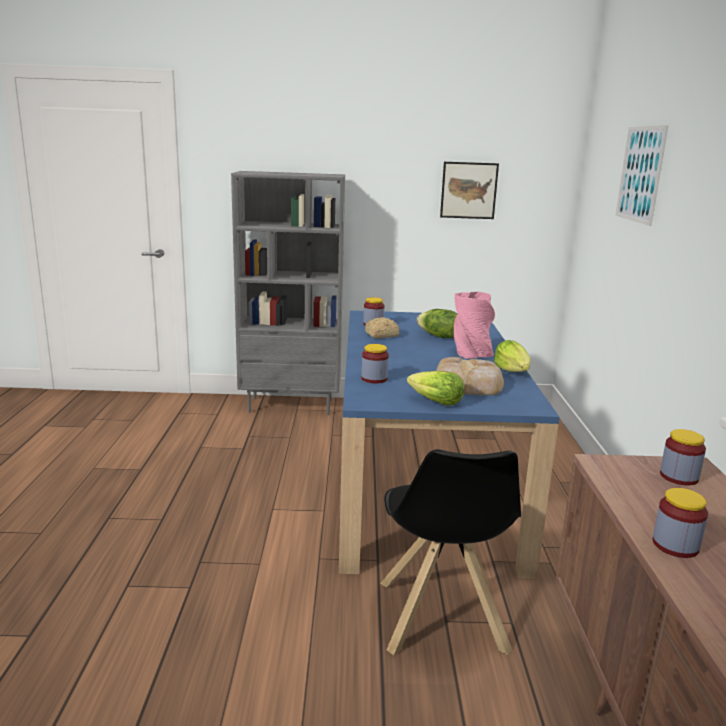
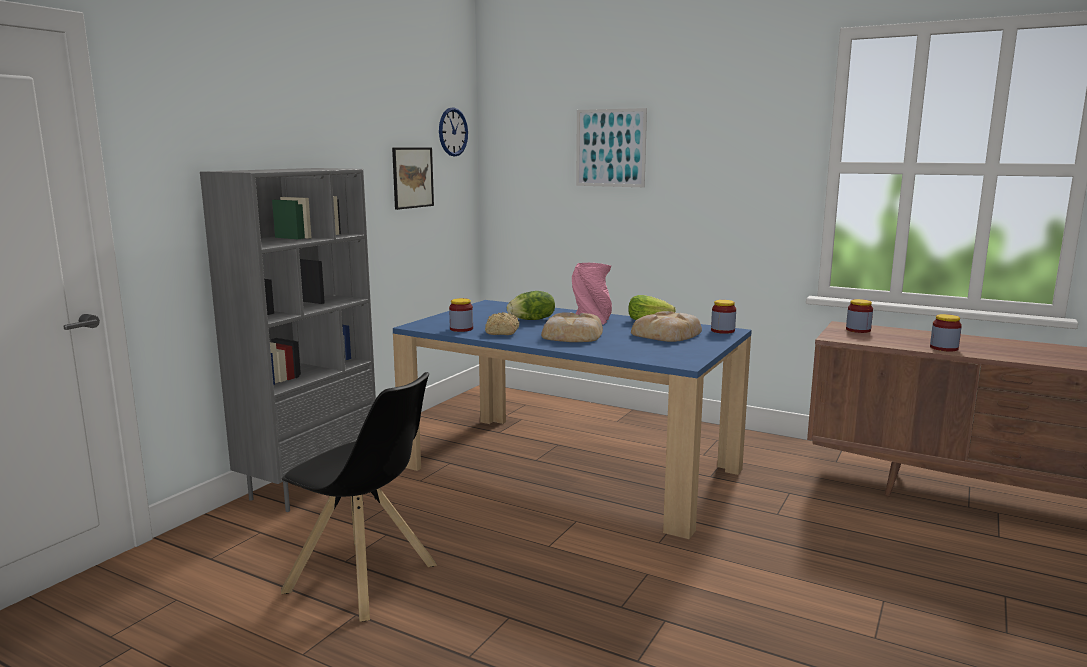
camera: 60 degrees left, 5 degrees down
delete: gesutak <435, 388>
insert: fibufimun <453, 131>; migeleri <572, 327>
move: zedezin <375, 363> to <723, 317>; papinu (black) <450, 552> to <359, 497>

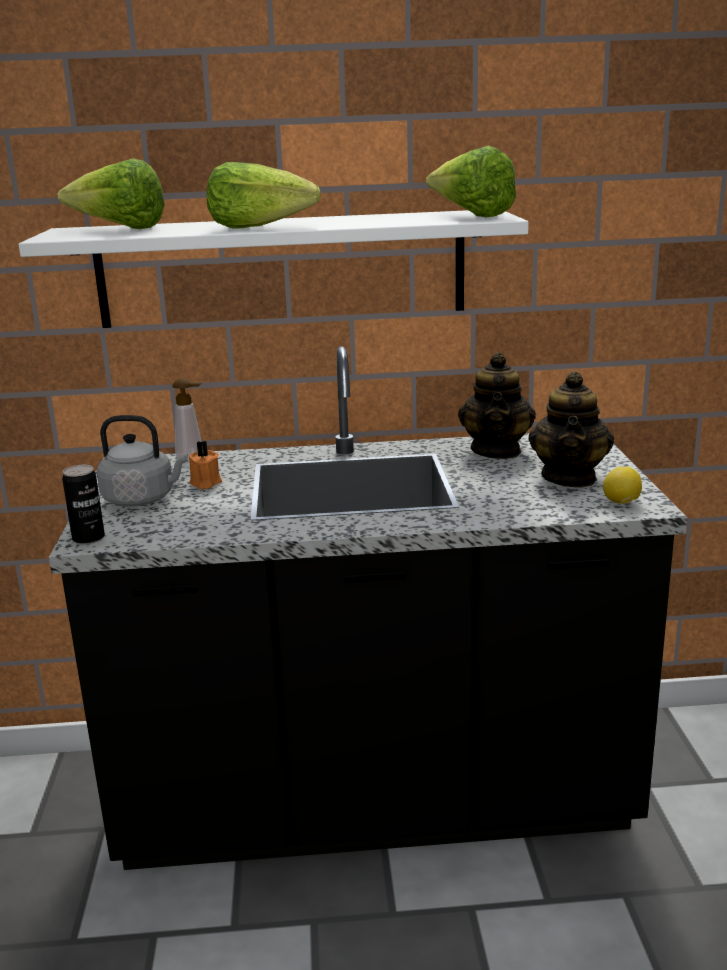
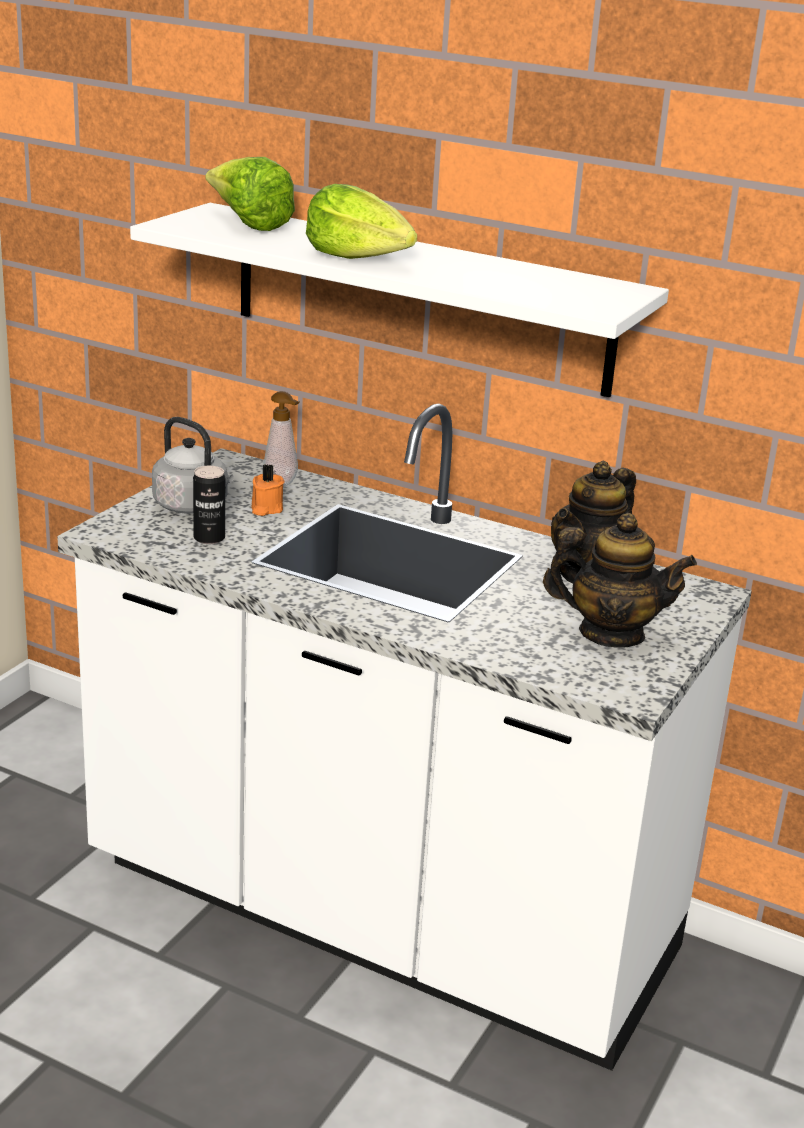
camera: 30 degrees right, 5 degrees up
delete: gesutak <471, 181>; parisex <622, 485>
move: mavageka <83, 504> to <209, 505>
recolor: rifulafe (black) <368, 608> to rifulafe (white) <404, 737>
rotate: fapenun <571, 429> = <620, 580> 120 degrees counterclockwise

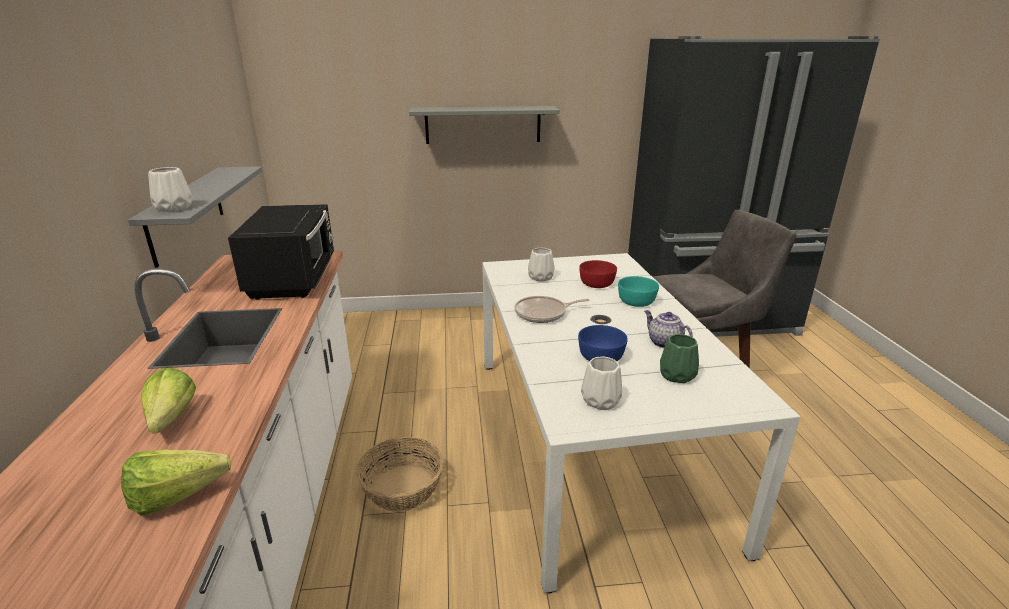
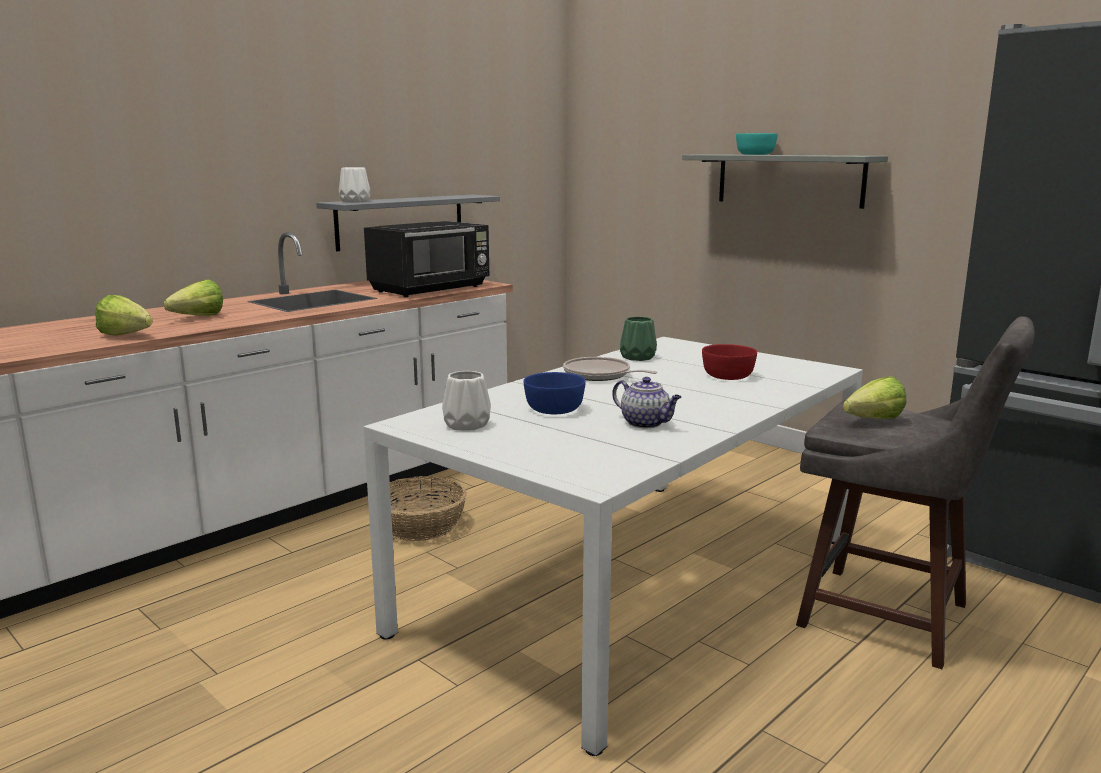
camera: 50 degrees right, 10 degrees down
delete: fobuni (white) <541, 264>
insert: gesutak <874, 397>
move: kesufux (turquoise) <638, 291> to <757, 144>; fobuni (green) <679, 358> to <638, 339>
rotate: fapenun <668, 329> = <646, 402> 120 degrees clockwise

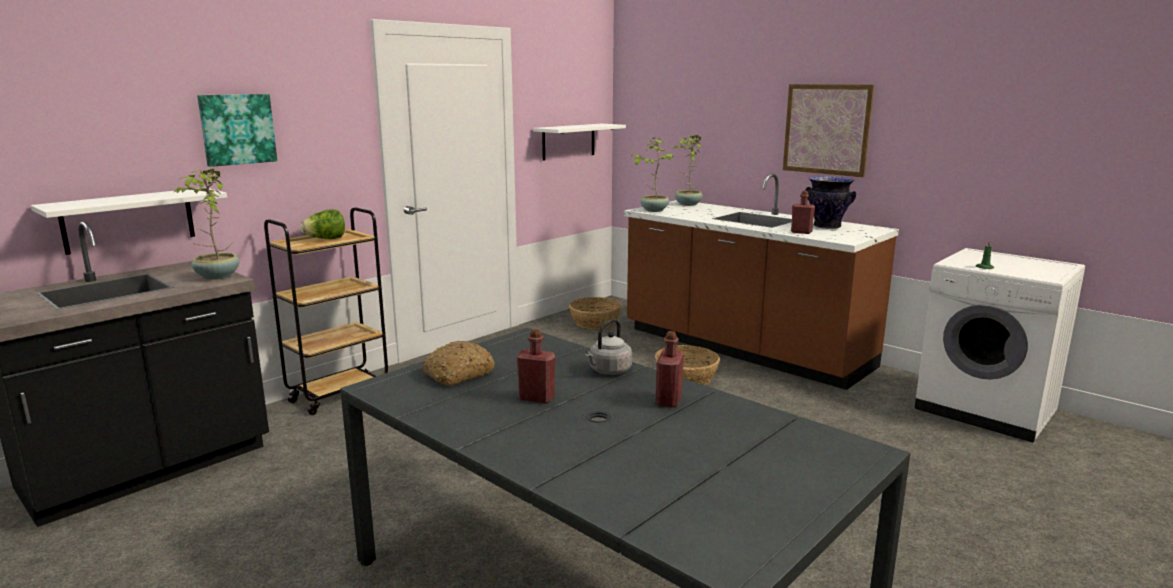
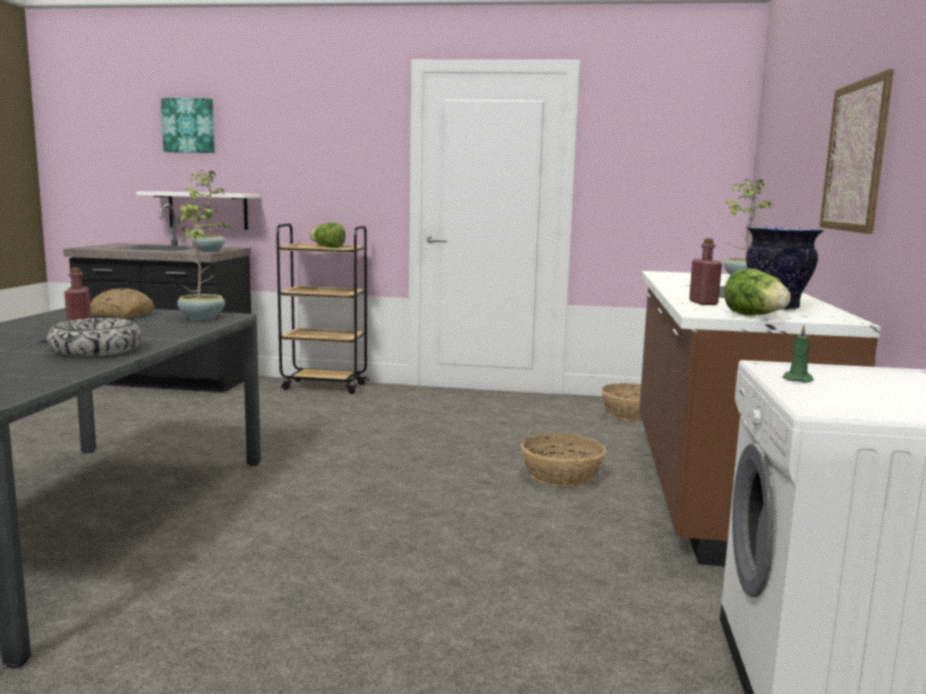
camera: 55 degrees right, 5 degrees down
delete: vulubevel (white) <579, 142>; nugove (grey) <608, 347>
insert: gesutak <757, 291>
move: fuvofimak <237, 130> to <188, 125>; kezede <652, 175> to <204, 262>
replace: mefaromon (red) <670, 369> to kesufux <94, 337>

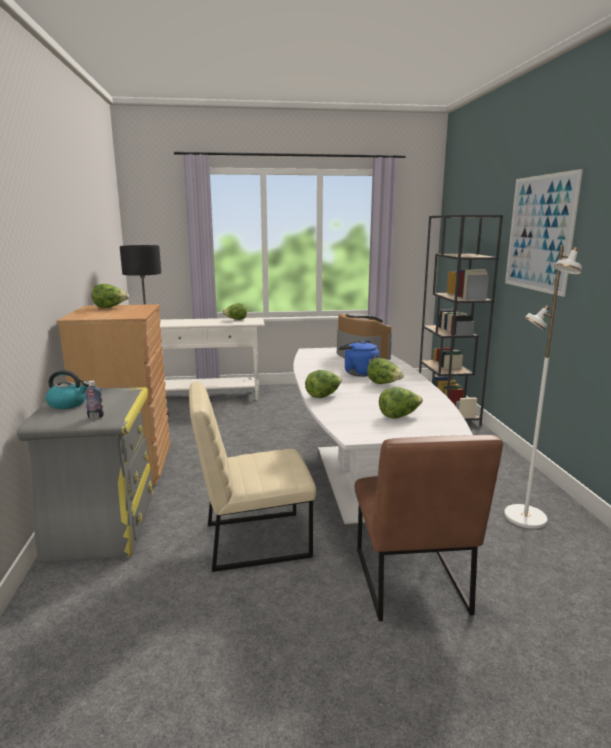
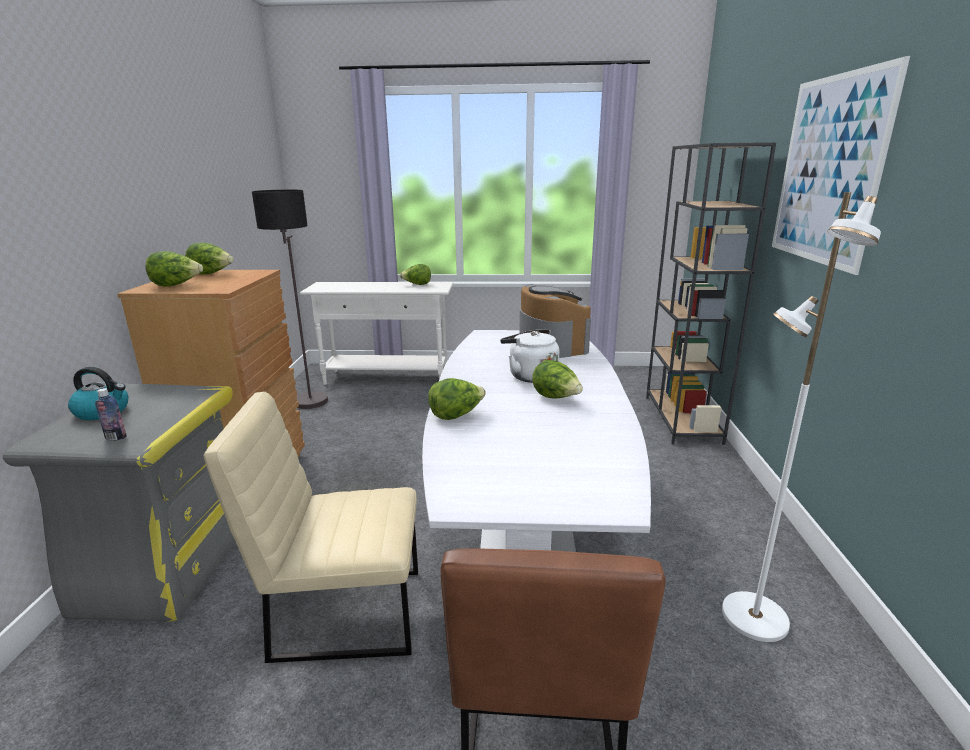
camera: 10 degrees right, 5 degrees up
move: gesutak <401, 403> to <174, 269>
recolor: nugove (blue) <359, 358> to nugove (white) <529, 356>

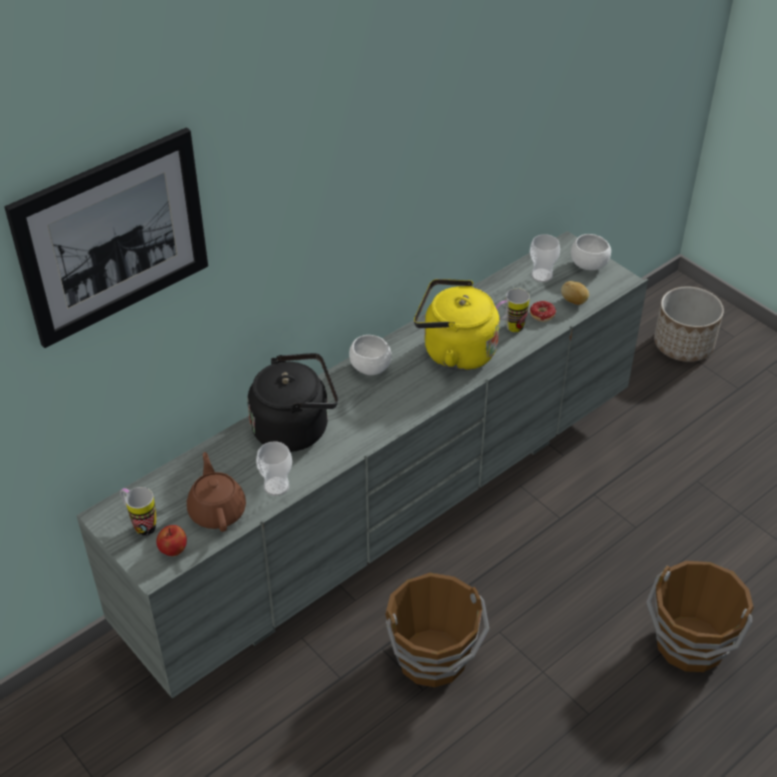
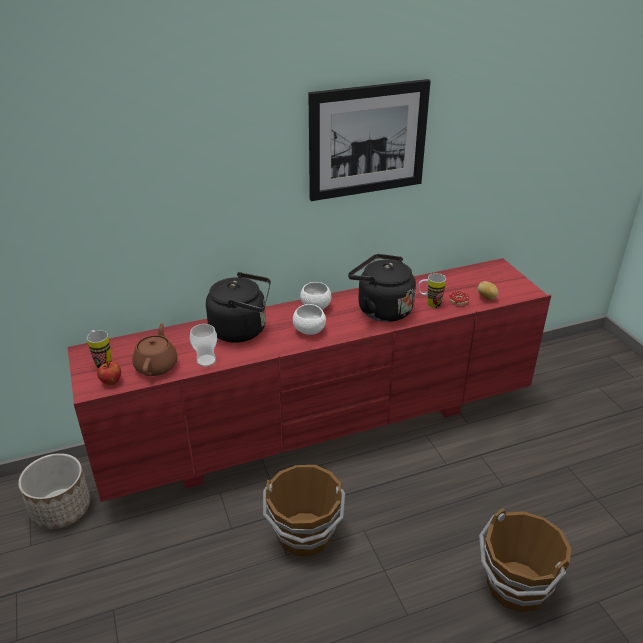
camera: 20 degrees right, 10 degrees down
delete: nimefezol <545, 258>
move: fuvofimak <106, 237> to <370, 140>; kesufux (white) <591, 252> to <309, 319>; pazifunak <689, 324> to <54, 491>
recolor: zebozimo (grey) <362, 464> to zebozimo (red) <309, 380>; nugove (yellow) <457, 325> to nugove (black) <382, 288>

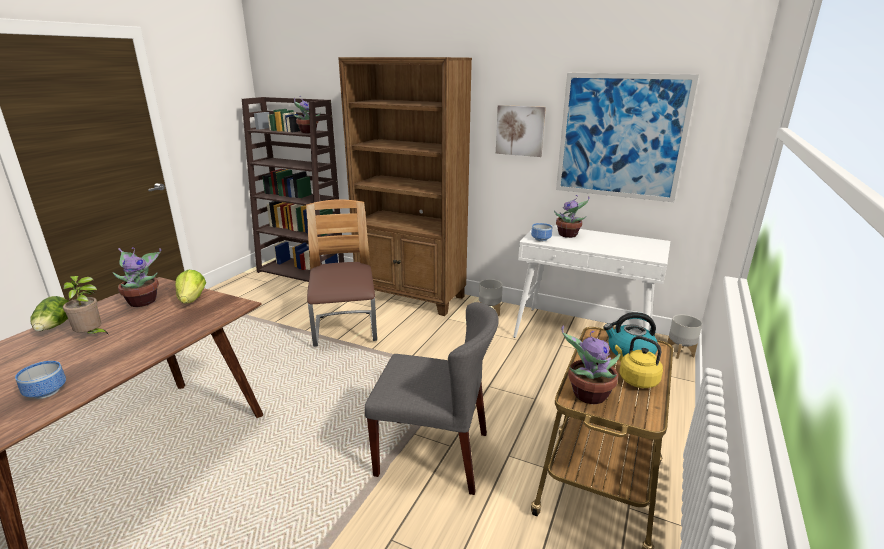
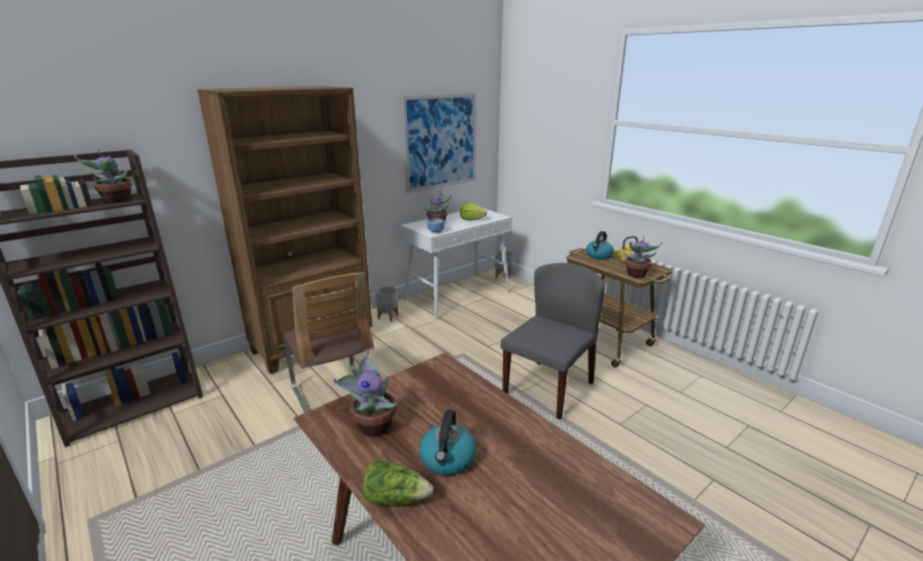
camera: 65 degrees left, 0 degrees up
delete: kesufux <40, 380>; fuvofimak <521, 131>
move: gesutak <190, 287> to <473, 212>
replace: kezede <86, 305> to nugove <447, 443>
rotate: papinu <341, 273> = <328, 342> 135 degrees counterclockwise

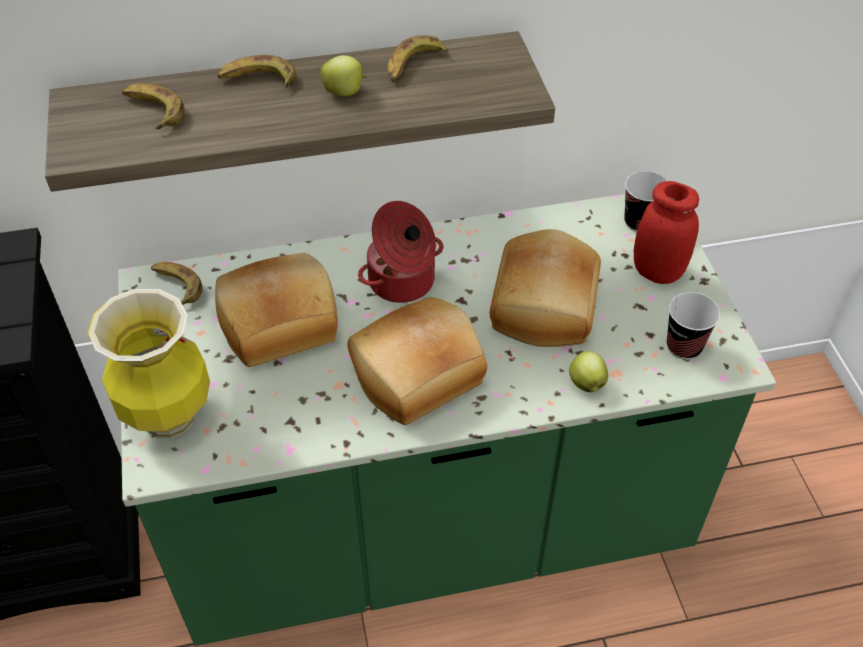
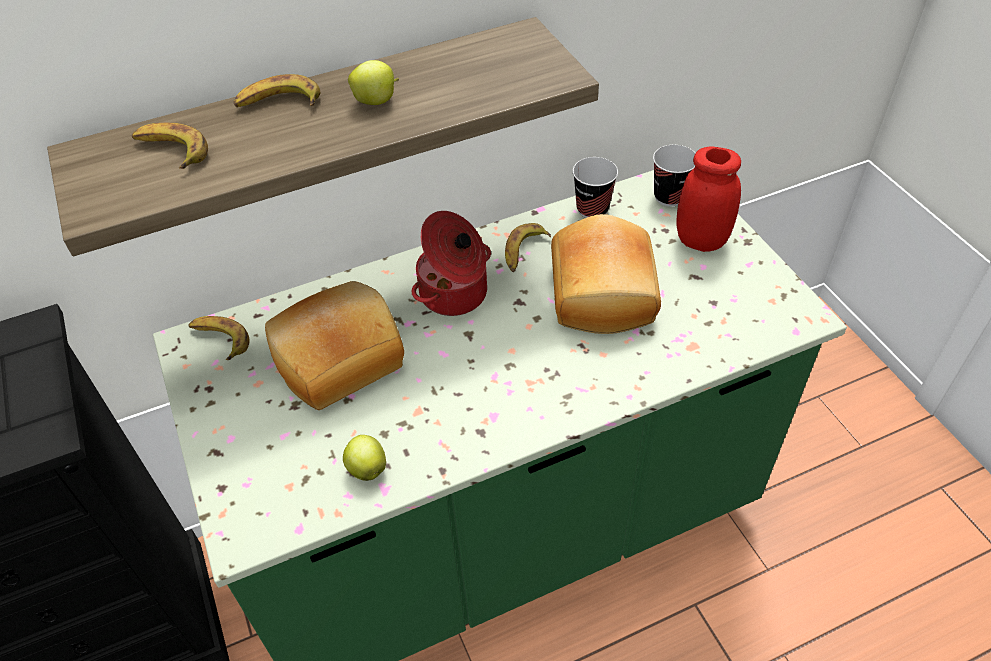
camera: 10 degrees left, 0 degrees up
delete: fobuni <149, 363>; migeleri <417, 361>
move: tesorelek <418, 58> to <528, 247>; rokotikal <588, 371> to <364, 458>; nimefezol <693, 326> to <595, 187>

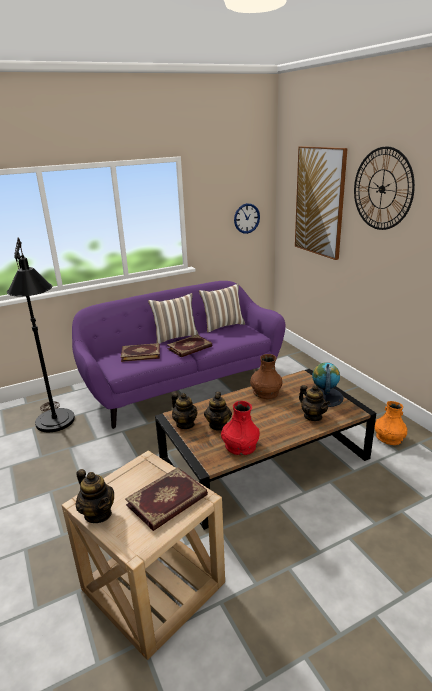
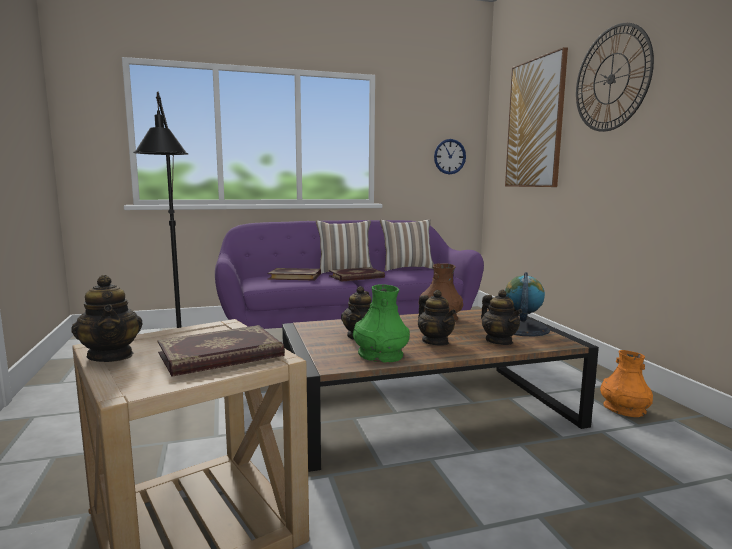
camera: 10 degrees right, 15 degrees down
move: fapenun <184, 411> to <437, 318>
recolor: fobuni (red) <240, 428> to fobuni (green) <381, 323>

